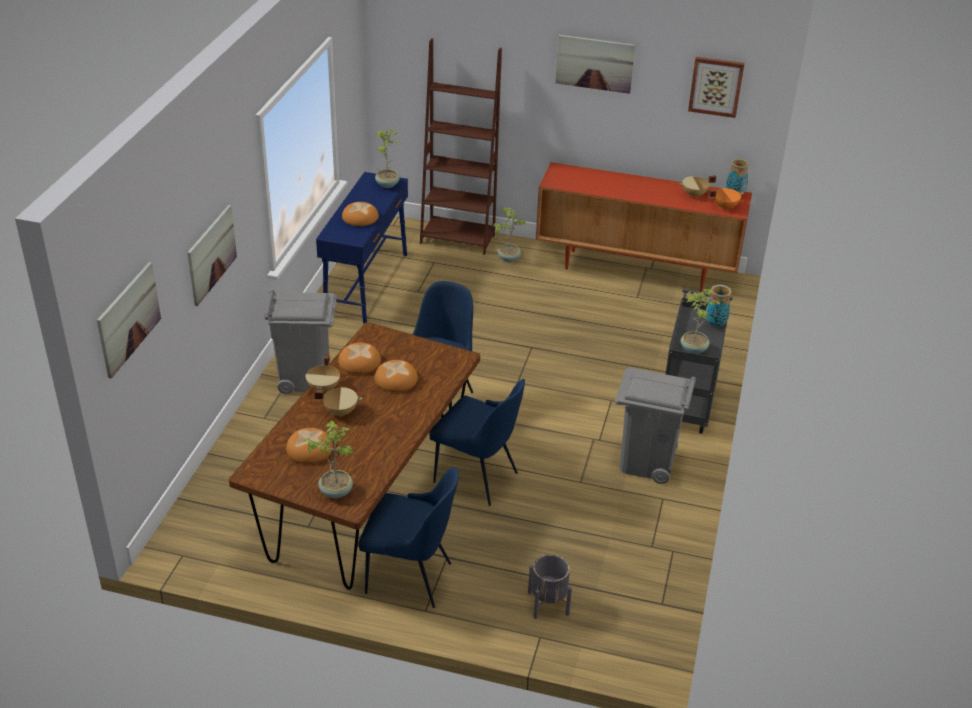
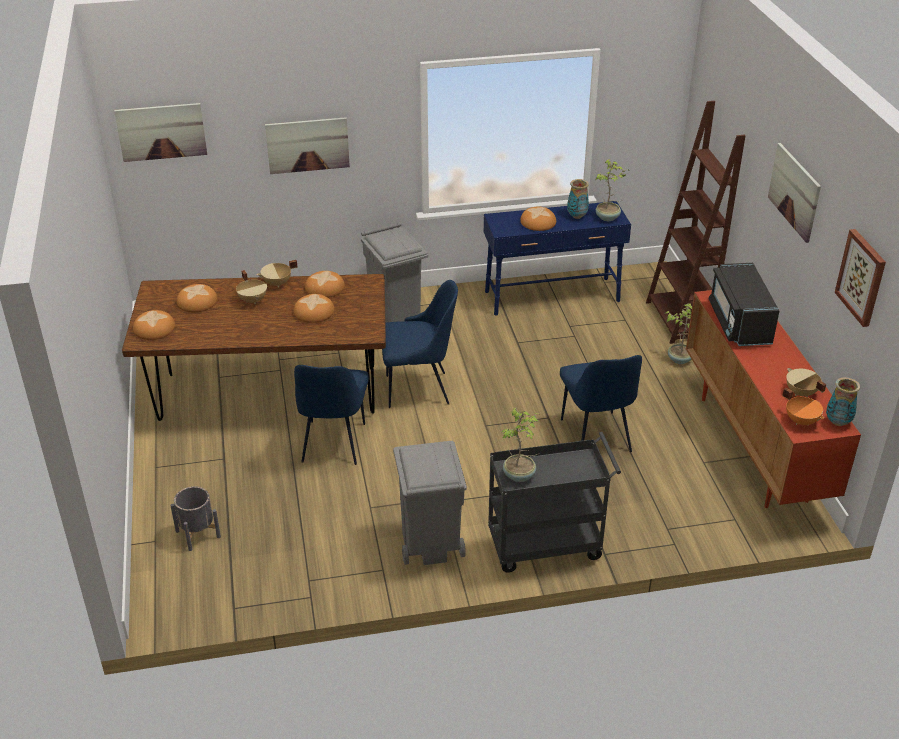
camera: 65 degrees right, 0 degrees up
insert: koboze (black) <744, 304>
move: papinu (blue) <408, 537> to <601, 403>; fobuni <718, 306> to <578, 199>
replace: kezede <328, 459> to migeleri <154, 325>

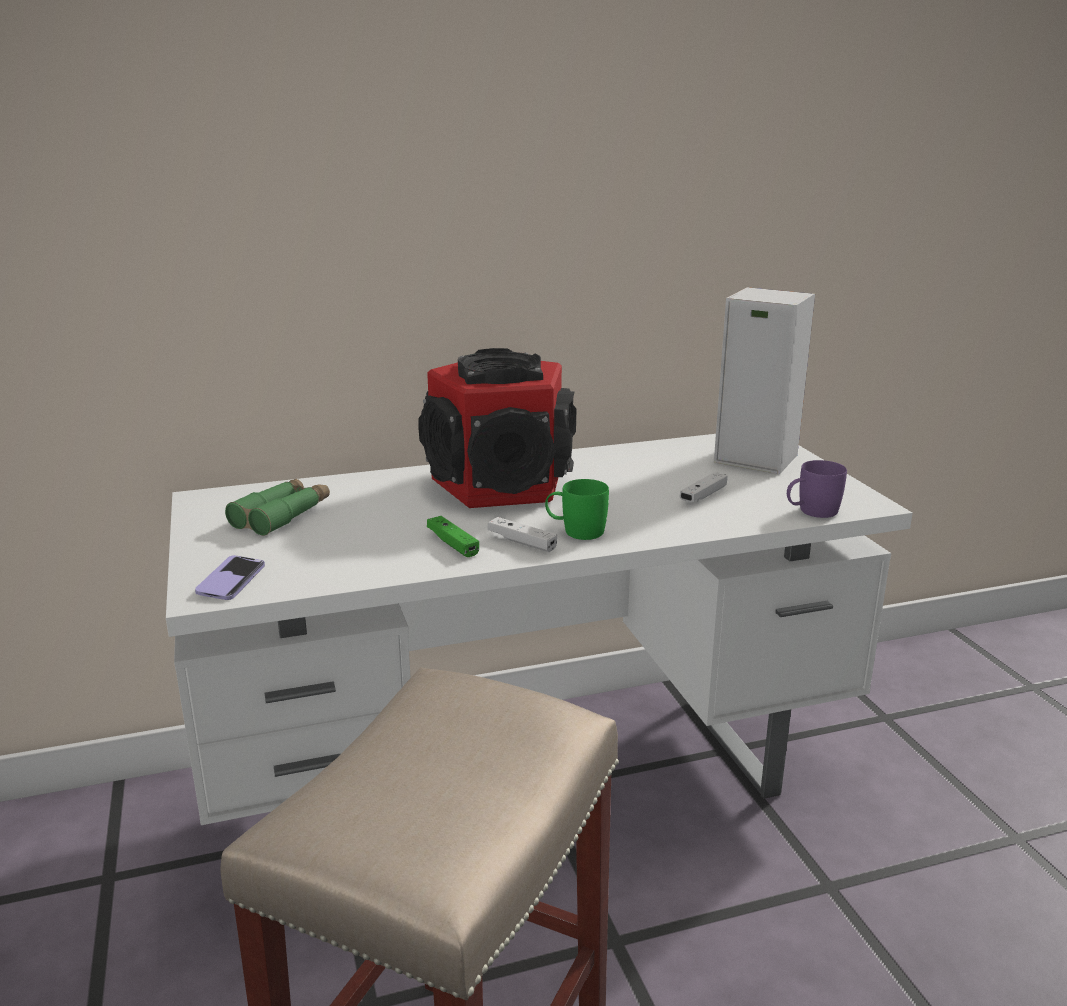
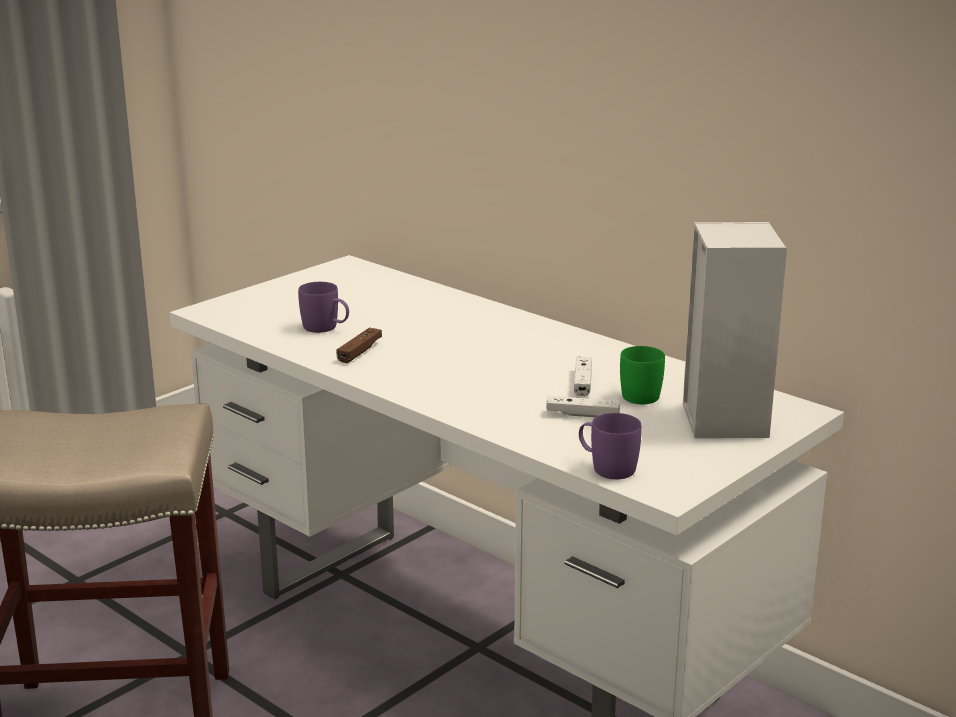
camera: 60 degrees right, 0 degrees up
delete: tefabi <230, 577>; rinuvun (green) <277, 507>; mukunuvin <497, 428>
insert: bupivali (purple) <323, 307>
move: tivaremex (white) <522, 534> to <583, 376>; bupivali (green) <577, 509> to <642, 375>
recolor: tivaremex (green) <453, 536> to tivaremex (brown) <359, 345>

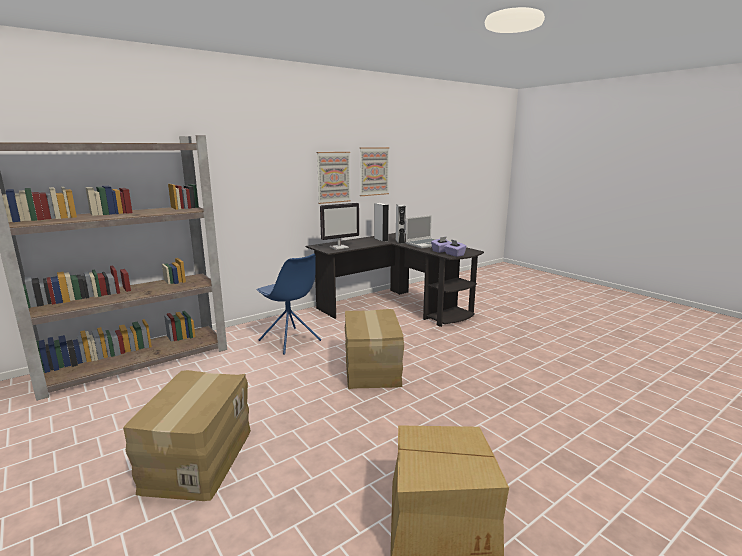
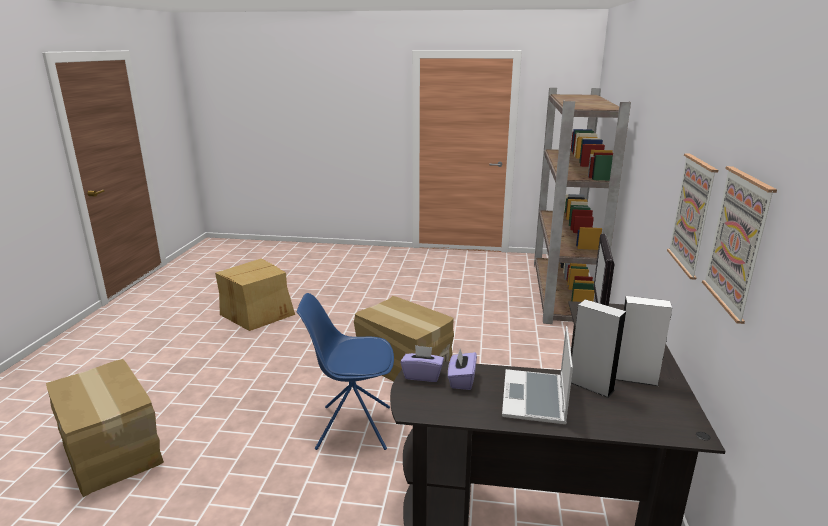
camera: 135 degrees right, 5 degrees up
move: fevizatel <187, 435> to <105, 428>; papinu (blue) <288, 304> to <345, 371>

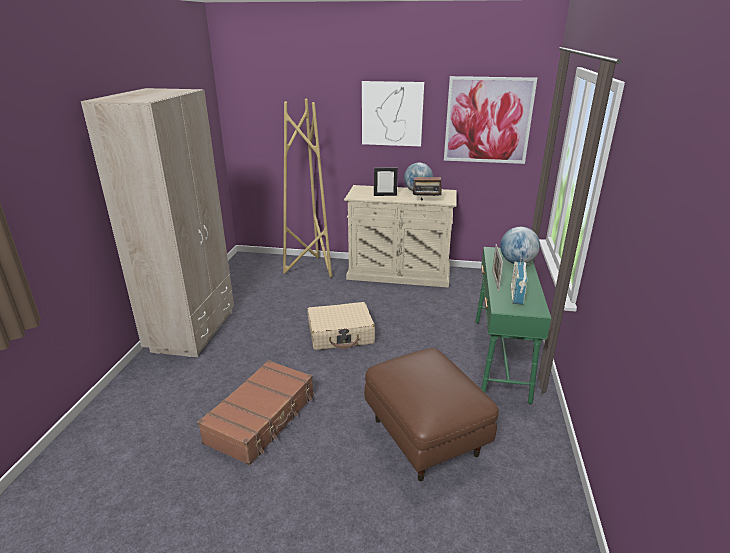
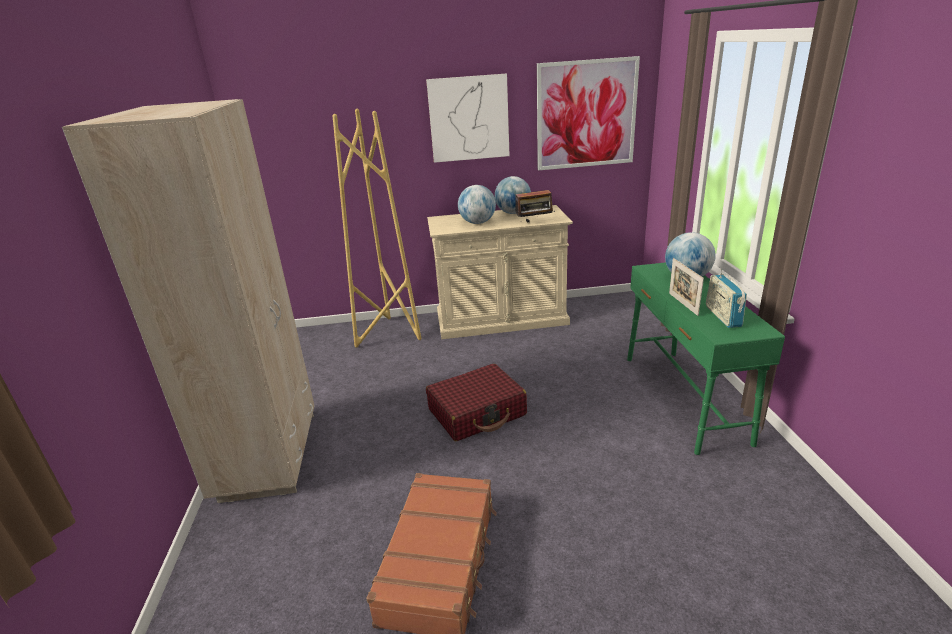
camera: 15 degrees left, 0 degrees up
delete: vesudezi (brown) <431, 414>
replace: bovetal <386, 181> to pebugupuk <477, 204>
recolor: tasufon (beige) <341, 326> to tasufon (red) <476, 402>

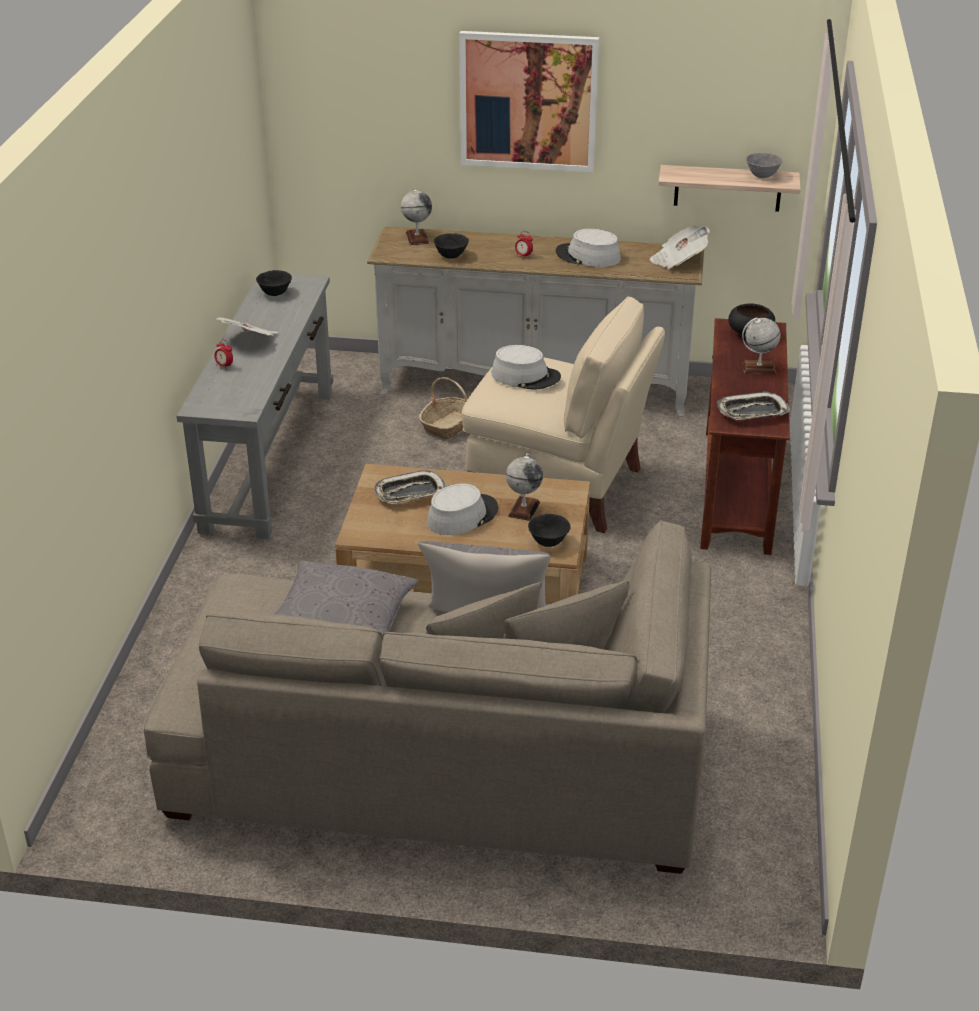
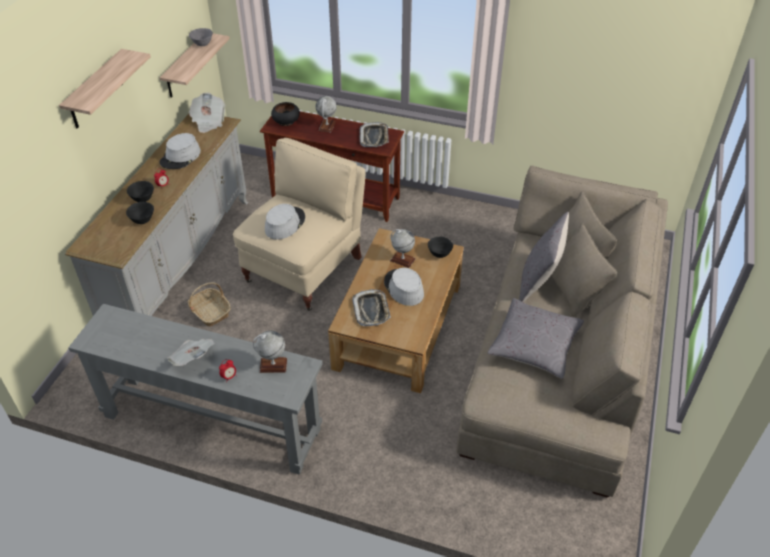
camera: 80 degrees left, 10 degrees up
move: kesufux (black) <274, 283> to <140, 191>; pebugupuk <416, 216> to <270, 352>
replace: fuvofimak <529, 101> to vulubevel <105, 88>

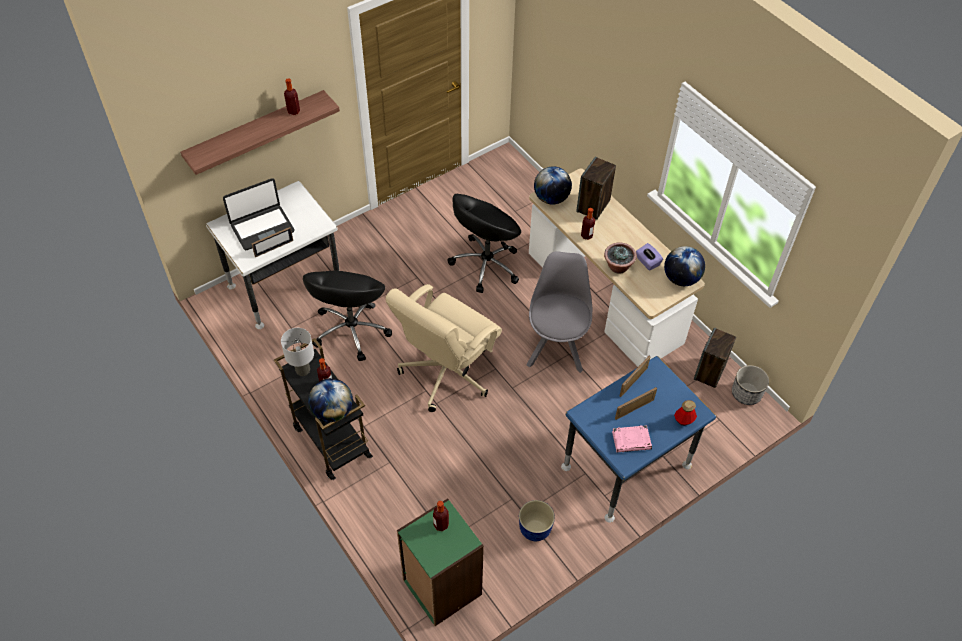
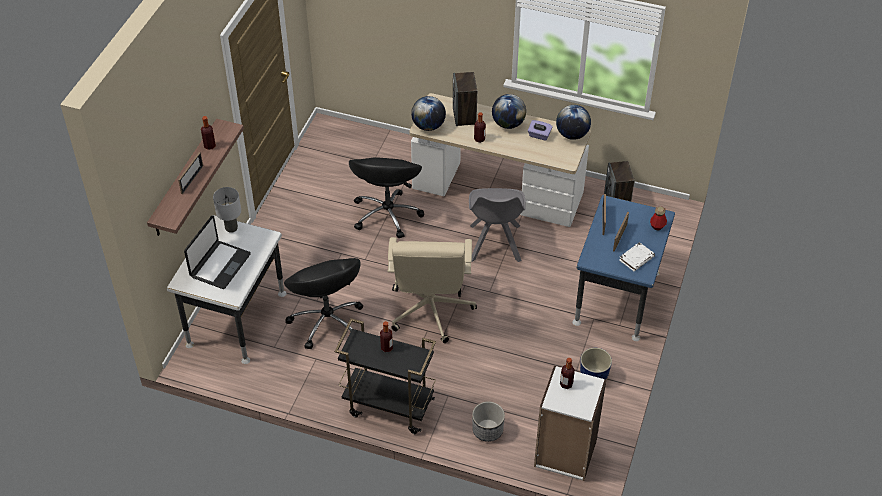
camera: 35 degrees left, 5 degrees down
delete: kezede <620, 258>
move: bovetal <272, 242> to <190, 173>; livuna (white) <297, 352> to <227, 210>; pebugupuk <330, 400> to <509, 111>; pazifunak <750, 385> to <488, 421>
recolor: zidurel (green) <440, 562> to zidurel (white) <570, 423>; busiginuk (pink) <632, 438> to busiginuk (white) <637, 256>
rotate: papinu (grey) <559, 312> = <497, 225> 150 degrees counterclockwise

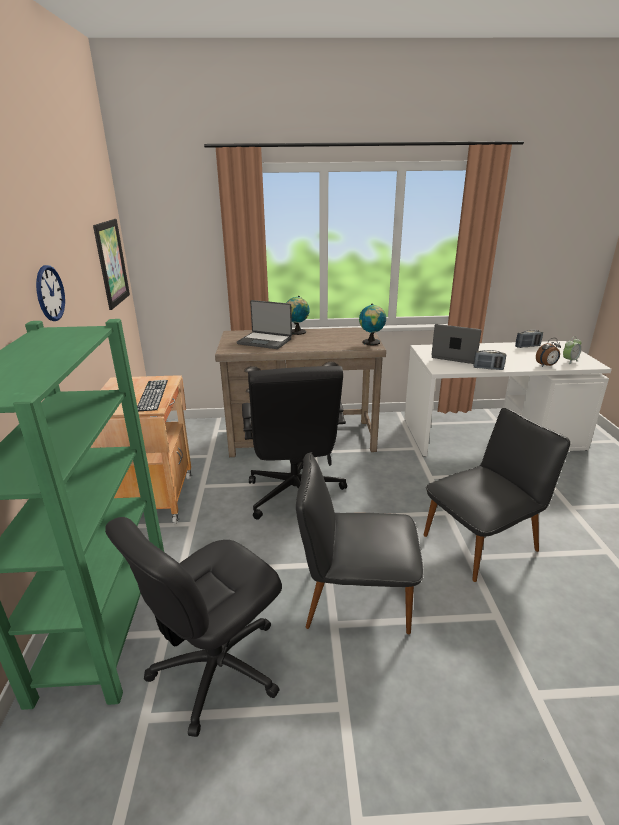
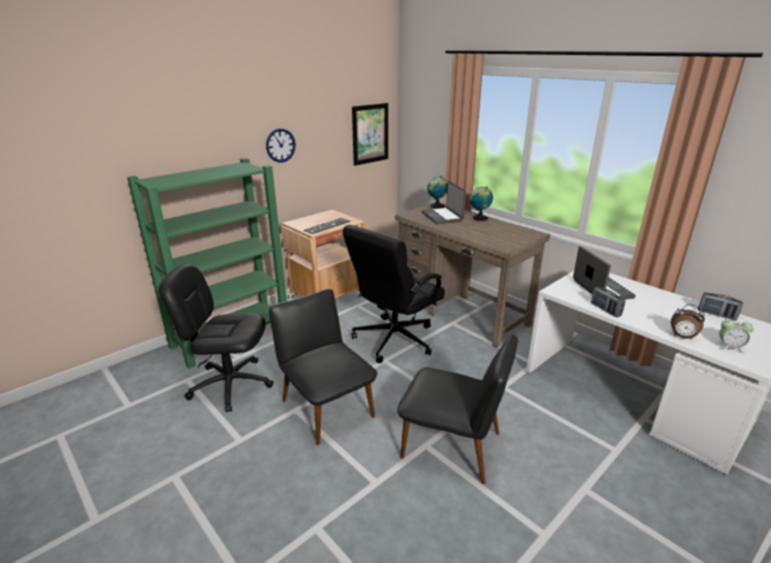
camera: 50 degrees right, 0 degrees up
move: pebugupuk <372, 324> to <437, 192>

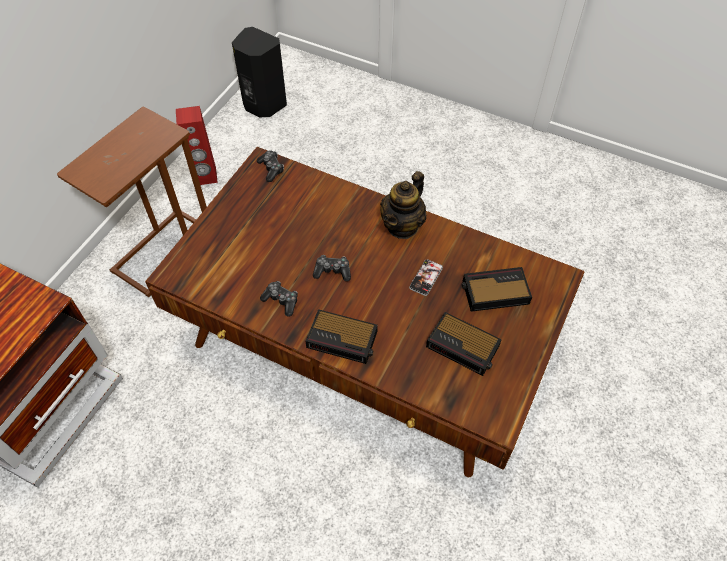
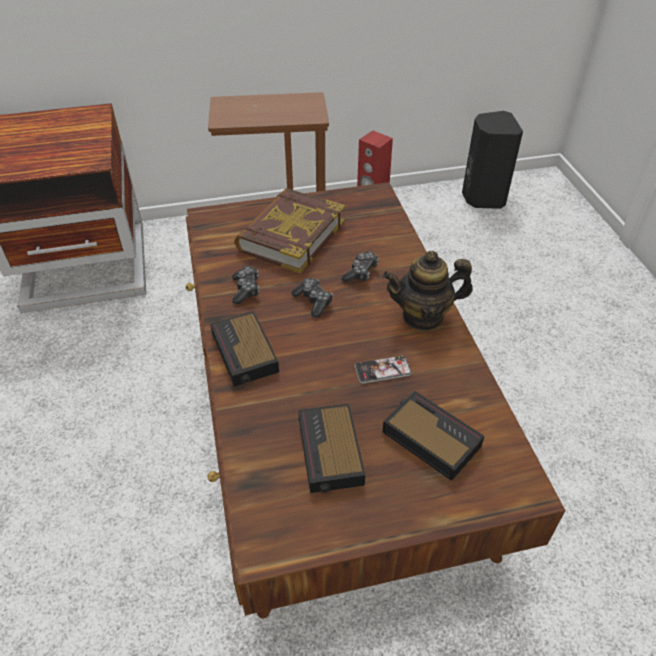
camera: 50 degrees right, 10 degrees down
insert: busiginuk <289, 230>
move: tivaremex <270, 166> to <360, 266>

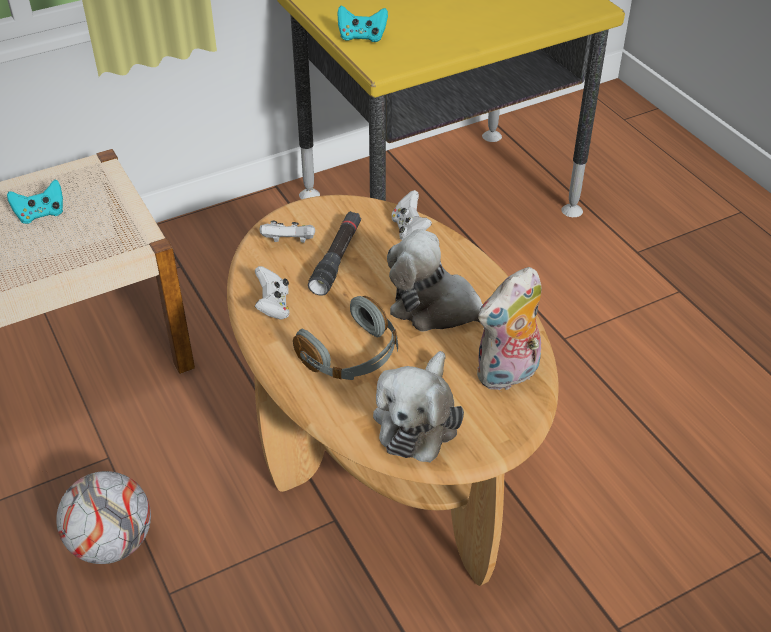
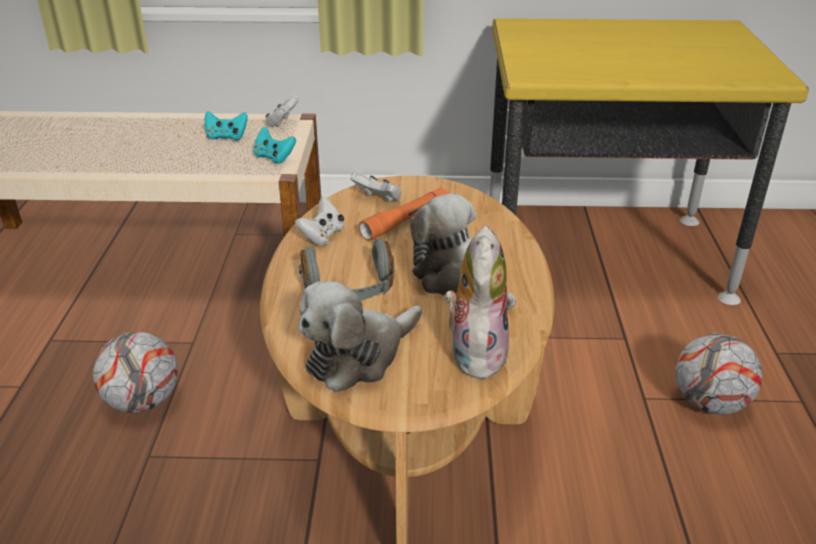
camera: 30 degrees right, 10 degrees down
insert: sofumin <719, 374>
move: tivaremex (turquoise) <362, 24> to <275, 145>; tivaremex (white) <412, 215> to <282, 111>
recolor: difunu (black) <334, 253> to difunu (orange) <403, 214>
rotate: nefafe <509, 328> = <476, 302> 105 degrees clockwise

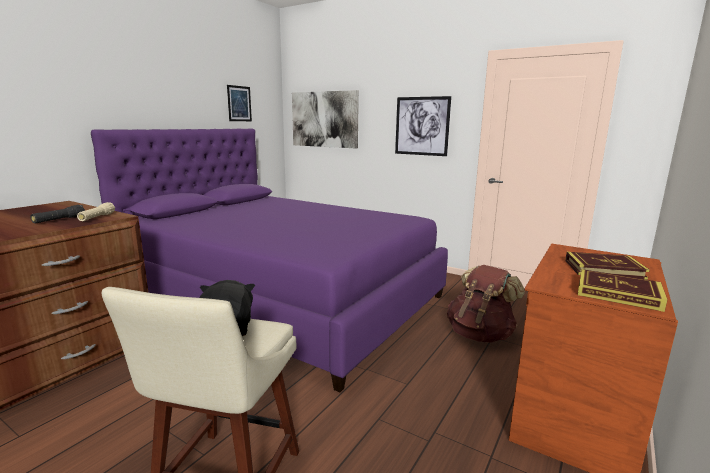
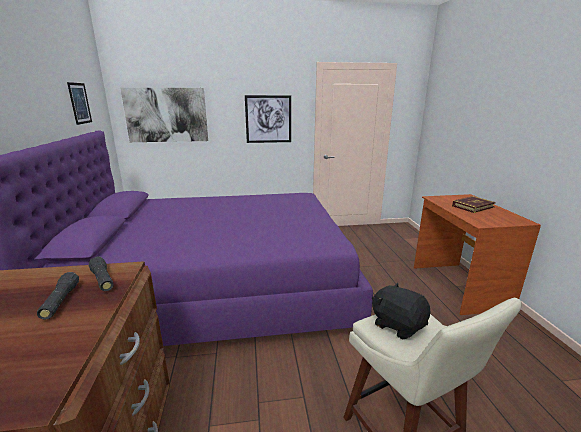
camera: 40 degrees left, 5 degrees up
delete: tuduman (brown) <486, 304>; busiginuk <623, 290>
recolor: difunu (beige) <96, 211> to difunu (black) <101, 274>

